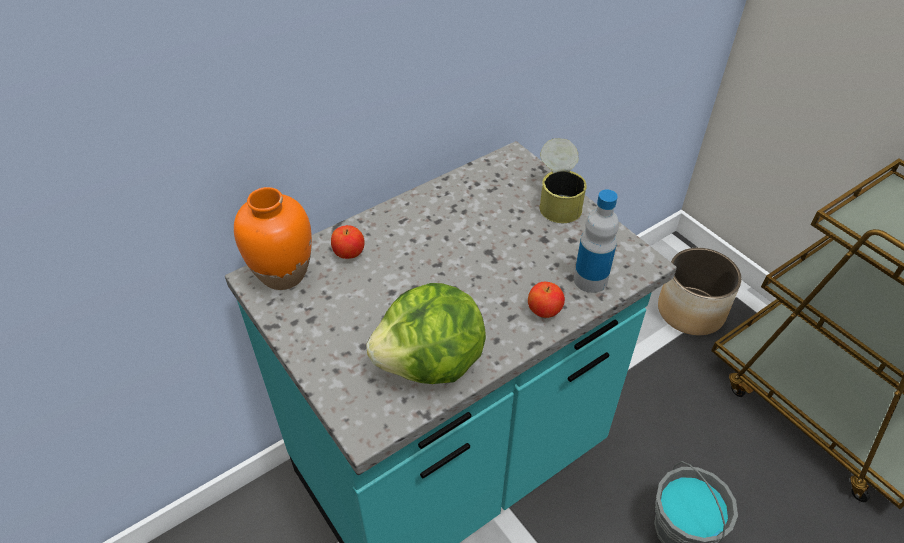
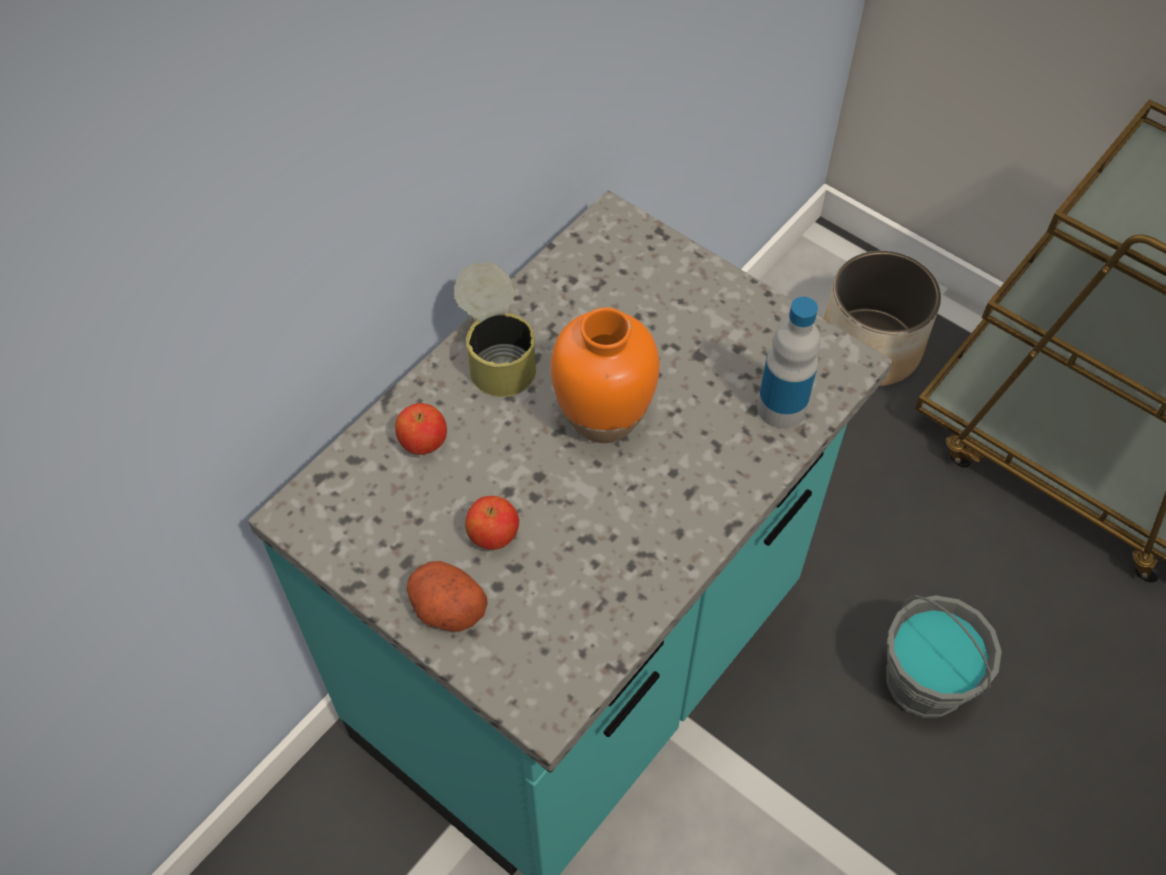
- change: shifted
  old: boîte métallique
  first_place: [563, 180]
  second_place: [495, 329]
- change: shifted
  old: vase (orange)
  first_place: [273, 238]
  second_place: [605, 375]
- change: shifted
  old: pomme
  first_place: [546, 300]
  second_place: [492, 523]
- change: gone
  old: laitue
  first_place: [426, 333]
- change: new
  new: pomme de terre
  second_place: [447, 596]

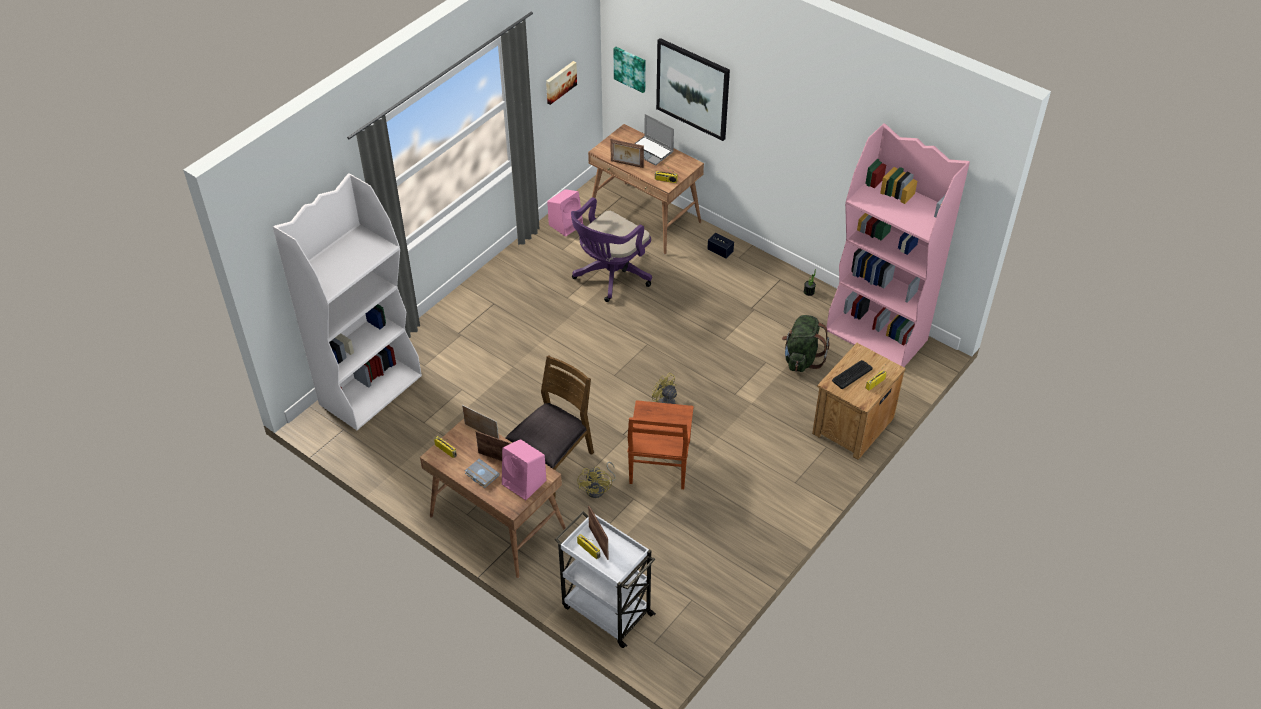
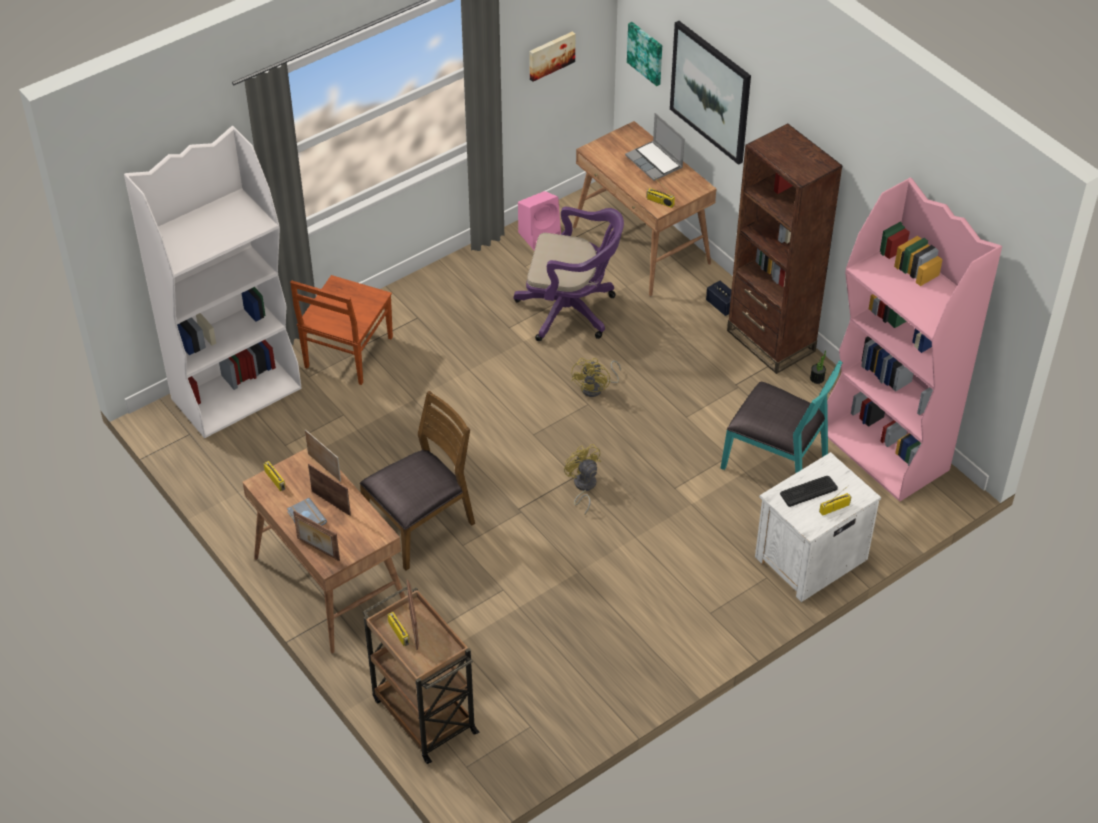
- change: shifted
  old: cadre photo
  first_place: [627, 153]
  second_place: [316, 536]
- change: rotated
  old: chaise de bureau (violet)
  first_place: [611, 249]
  second_place: [569, 274]
  degrees: -135
- change: swapped
  old: sac à dos (vert)
  new: chaise (turquoise)
  first_place: [805, 343]
  second_place: [782, 416]
- change: repainted
  old: table de chevet (marron)
  new: table de chevet (blanc)
  first_place: [859, 401]
  second_place: [818, 527]
- change: shifted
  old: chaise (marron)
  first_place: [661, 444]
  second_place: [341, 330]
- change: gone
  old: enceinte (rose)
  first_place: [524, 469]
- change: shifted
  old: ventilateur (jaune)
  first_place: [596, 480]
  second_place: [596, 377]
- change: repainted
  old: chariot (blanc)
  new: chariot (marron)
  first_place: [605, 579]
  second_place: [421, 675]
- change: new
  new: bibliothèque (marron)
  second_place: [785, 248]

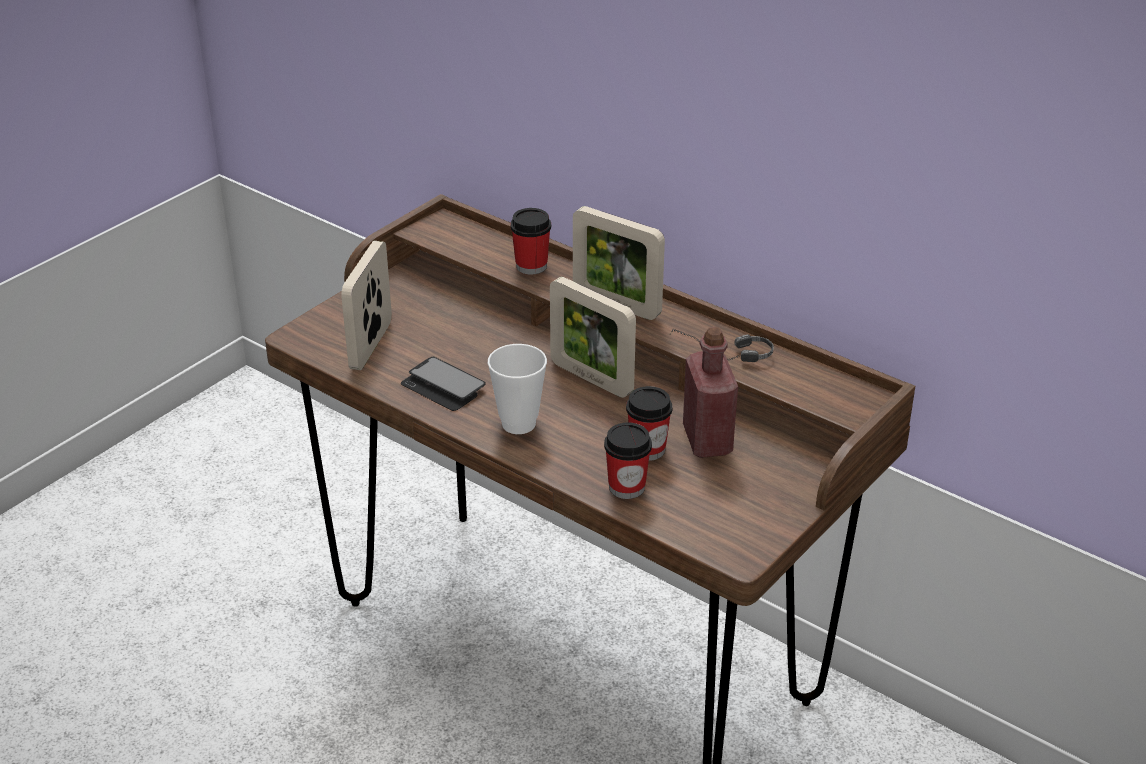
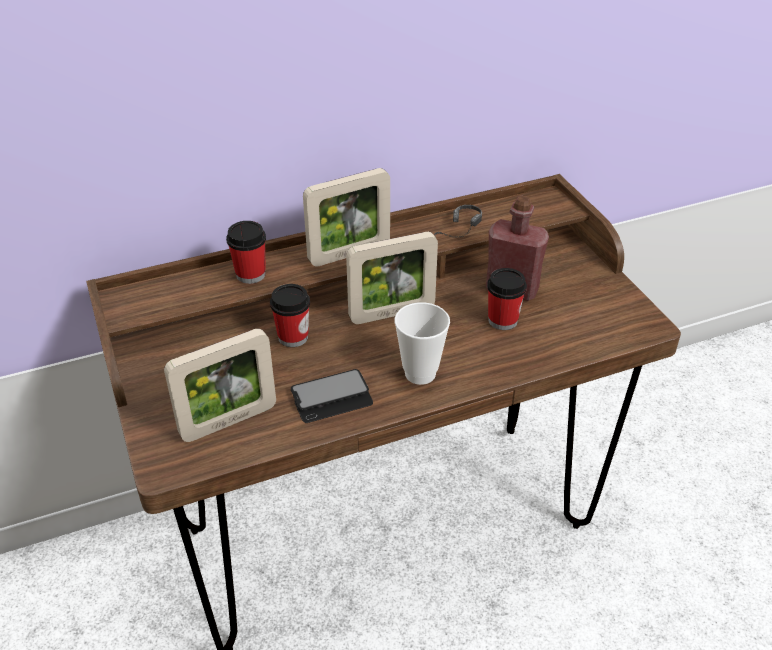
- change: rotated
  old: cadre photo
  first_place: [366, 305]
  second_place: [220, 385]
  degrees: -75
- change: shifted
  old: tasse
  first_place: [628, 460]
  second_place: [290, 315]

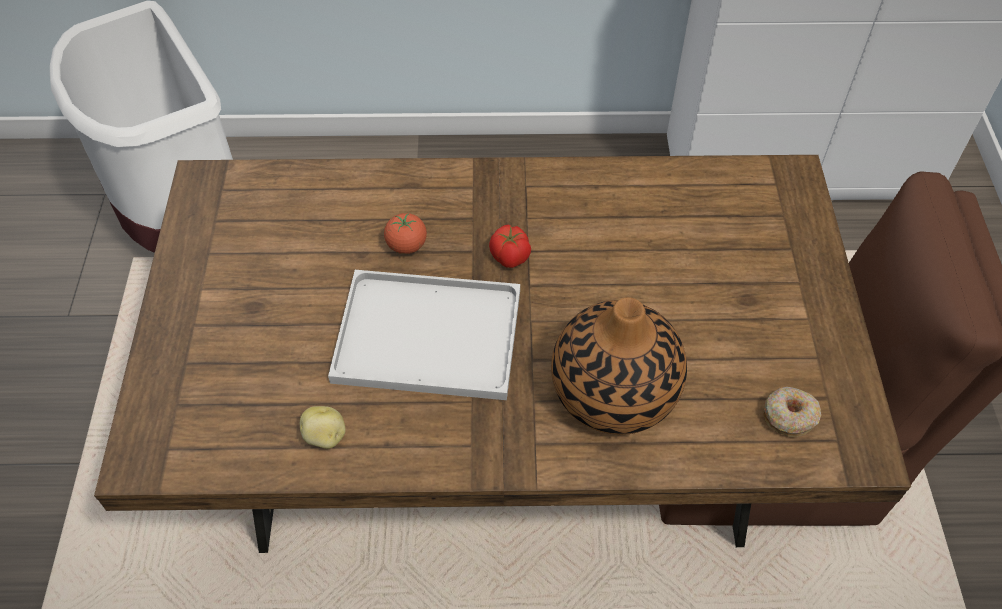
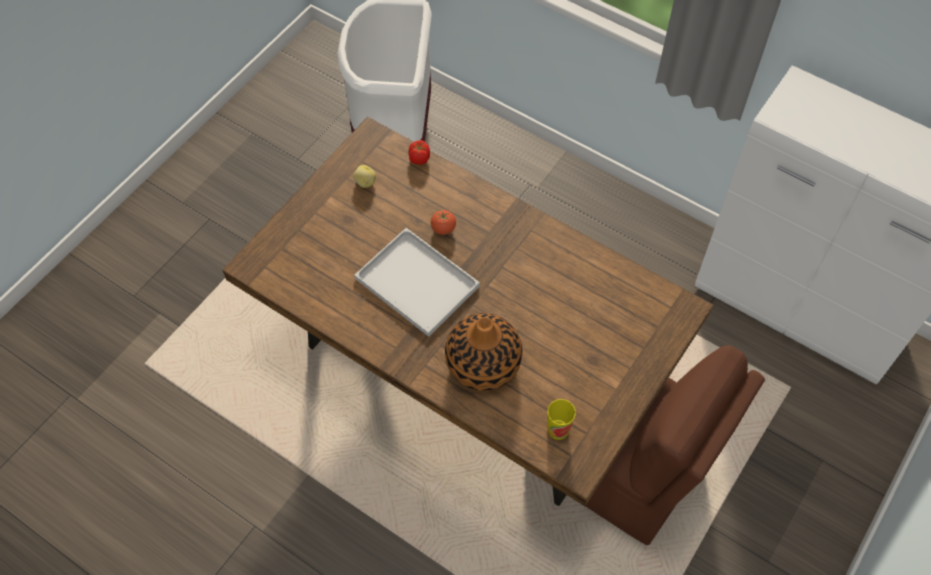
- change: shifted
  old: tomate
  first_place: [510, 246]
  second_place: [419, 152]
- change: swapped
  old: beignet
  new: tasse
  first_place: [792, 412]
  second_place: [562, 419]
- change: shifted
  old: pomme de terre
  first_place: [323, 427]
  second_place: [364, 176]

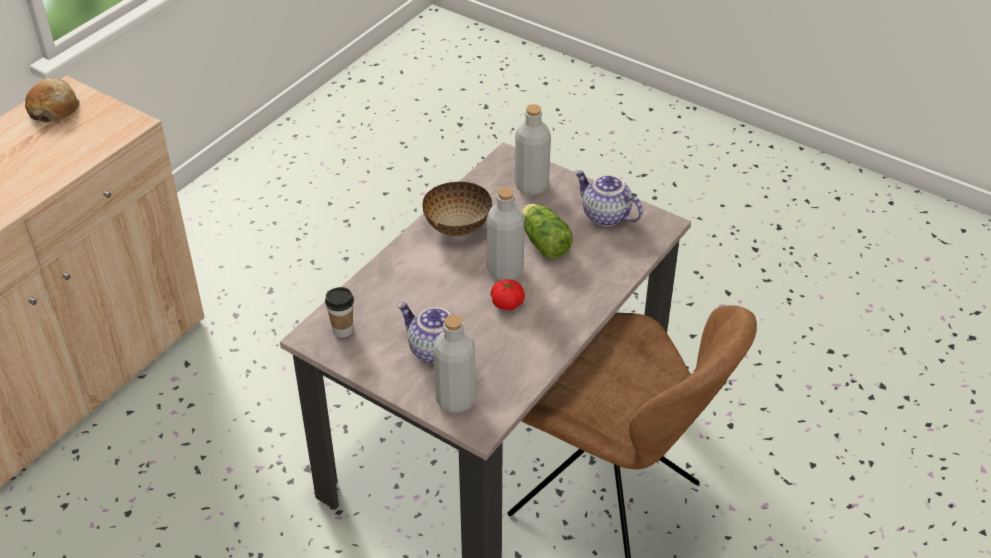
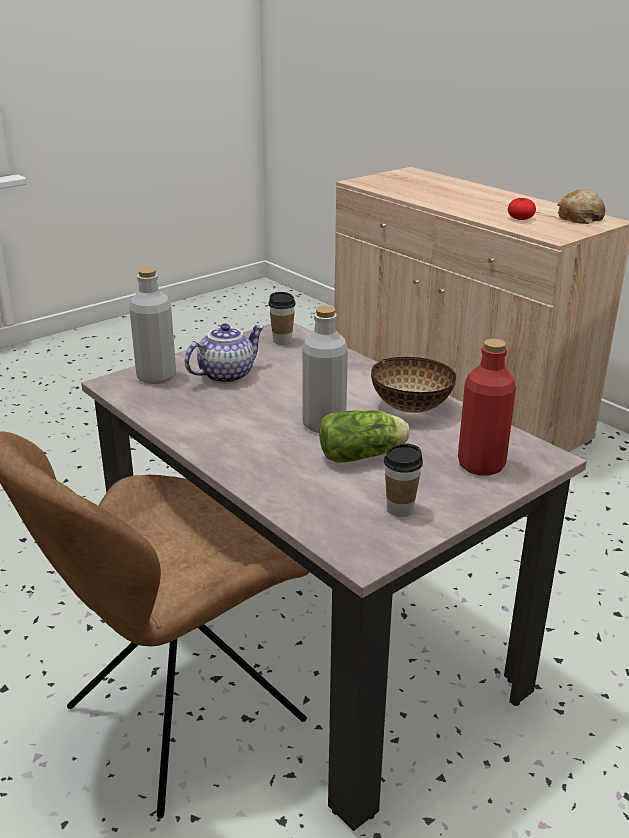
- change: repainted
  old: bouteille (gris)
  new: bouteille (rouge)
  first_place: [533, 149]
  second_place: [487, 407]
- change: swapped
  old: théière
  new: tasse
  first_place: [609, 198]
  second_place: [403, 480]
- change: shifted
  old: tomate
  first_place: [507, 295]
  second_place: [522, 209]

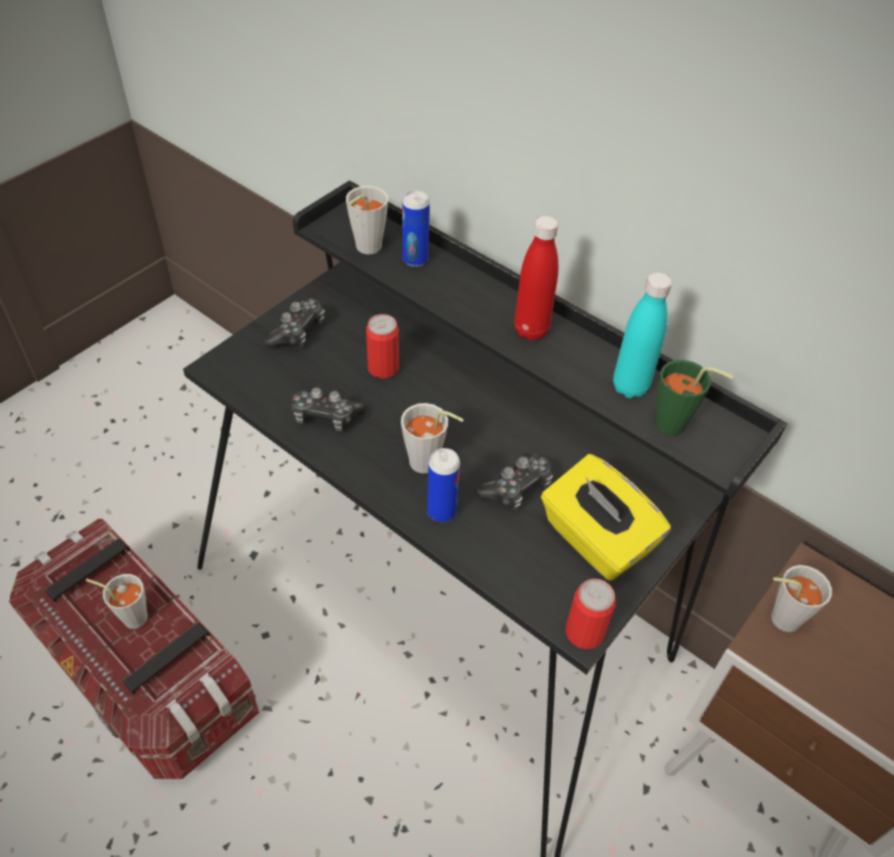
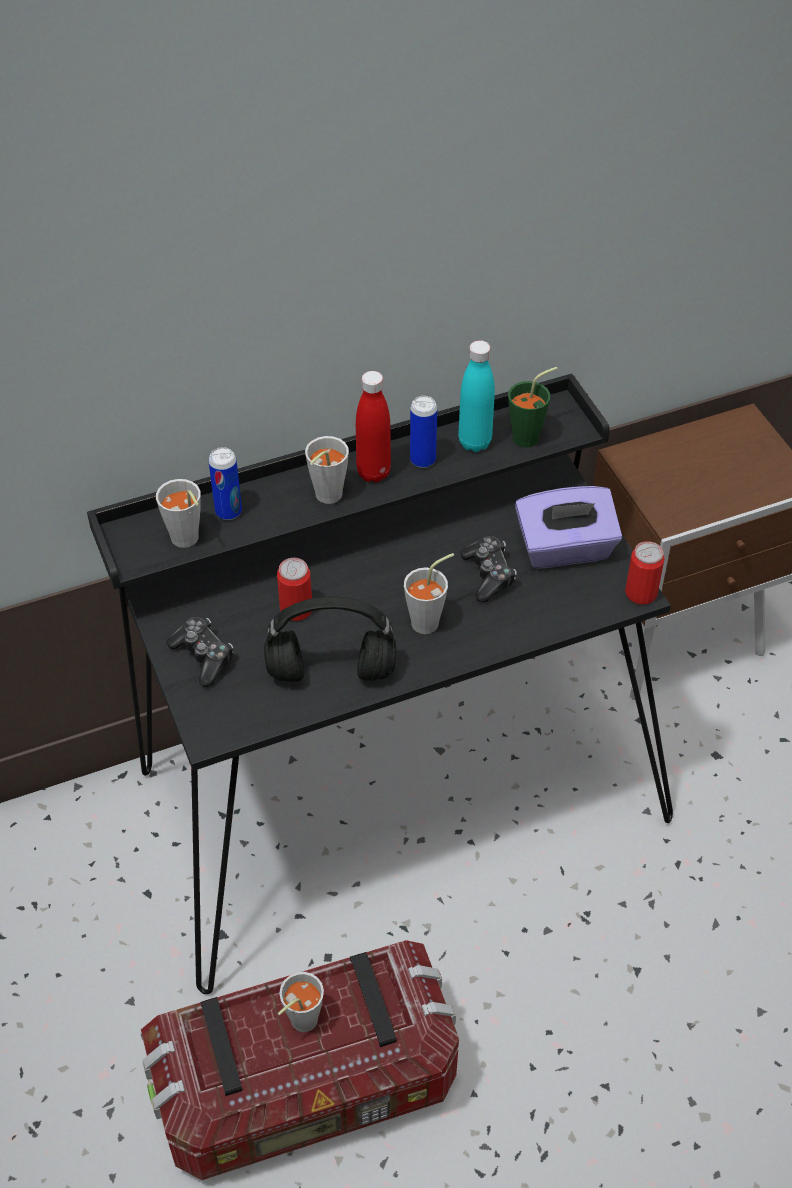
- change: swapped
  old: manette
  new: casque audio (noir)
  first_place: [328, 409]
  second_place: [330, 639]
- change: shifted
  old: boîte métallique
  first_place: [443, 485]
  second_place: [423, 432]
- change: repainted
  old: boîte à mouchoirs (jaune)
  new: boîte à mouchoirs (violet)
  first_place: [606, 517]
  second_place: [568, 527]
- change: shifted
  old: tasse (gris)
  first_place: [801, 598]
  second_place: [327, 470]

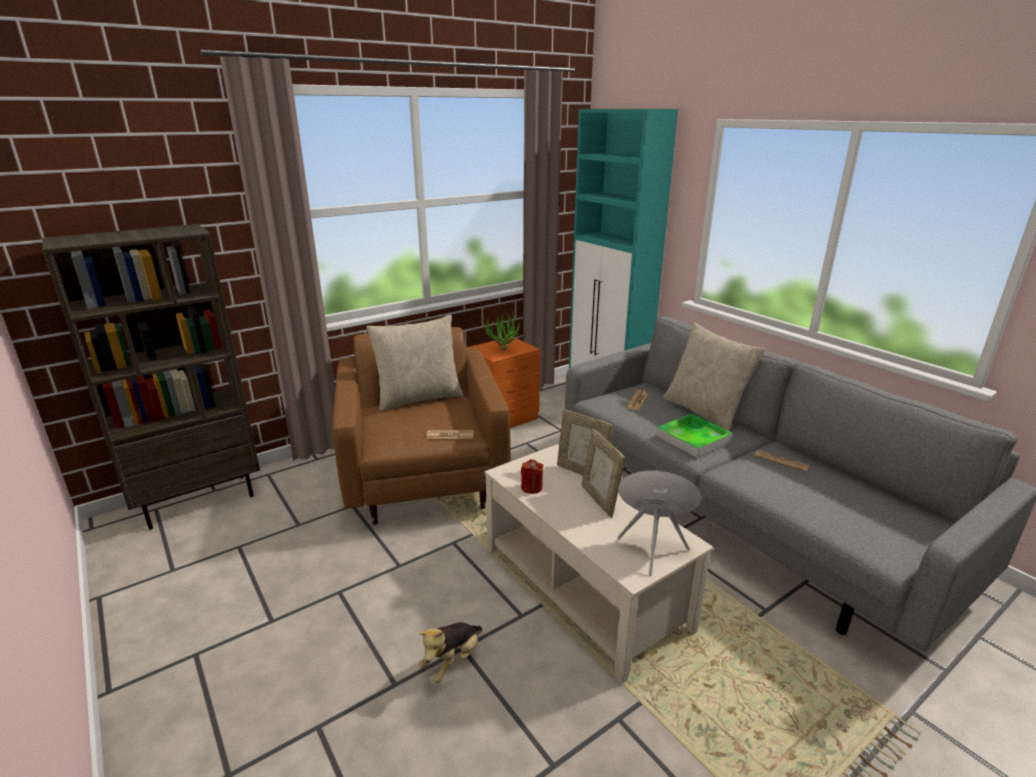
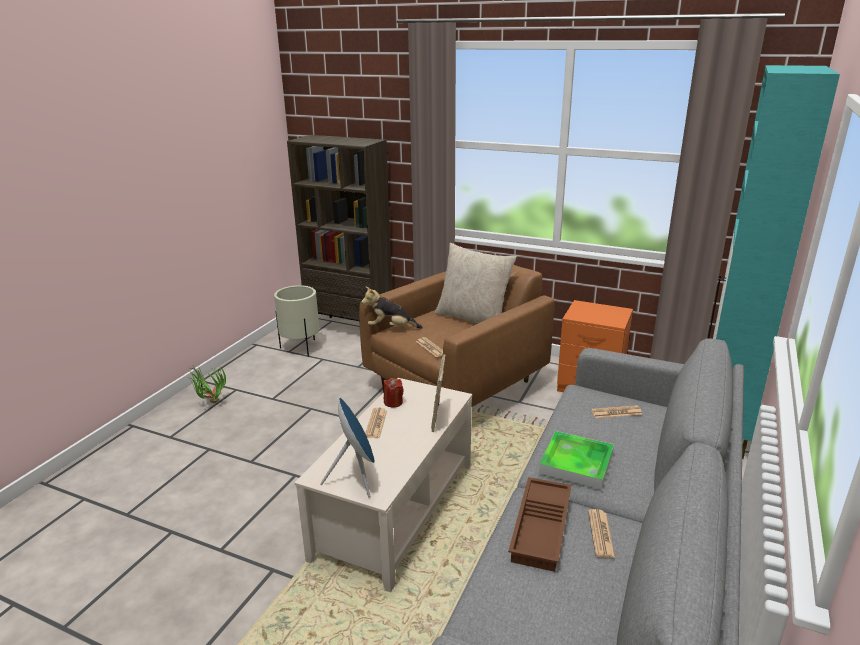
- change: shifted
  old: plante en pot
  first_place: [502, 329]
  second_place: [208, 384]
- change: gone
  old: coussin (beige)
  first_place: [714, 376]
- change: gone
  old: cadre photo
  first_place: [603, 473]
- change: shifted
  old: peluche
  first_place: [450, 652]
  second_place: [392, 307]
- change: new
  new: cache-pot (beige)
  second_place: [296, 321]
- change: new
  new: journal
  second_place: [376, 422]
- change: new
  new: plateau (marron)
  second_place: [540, 524]

